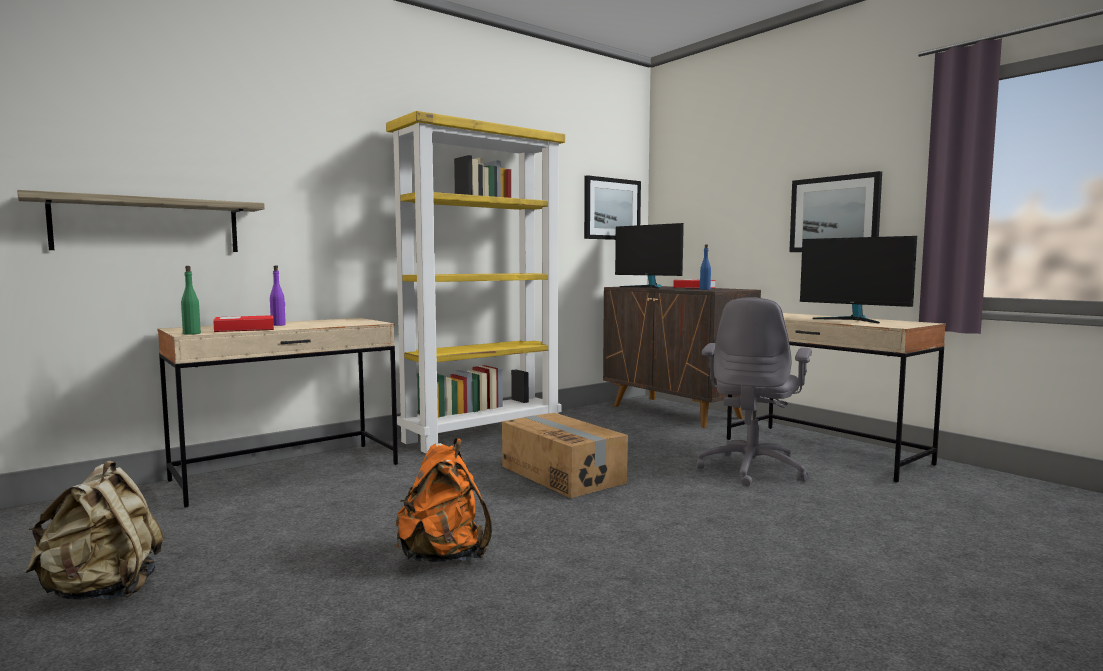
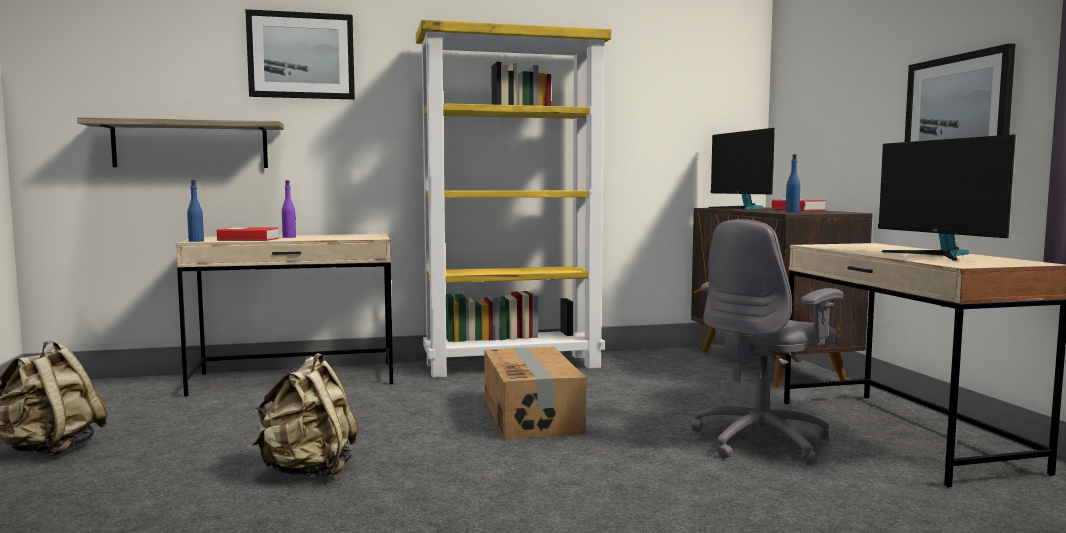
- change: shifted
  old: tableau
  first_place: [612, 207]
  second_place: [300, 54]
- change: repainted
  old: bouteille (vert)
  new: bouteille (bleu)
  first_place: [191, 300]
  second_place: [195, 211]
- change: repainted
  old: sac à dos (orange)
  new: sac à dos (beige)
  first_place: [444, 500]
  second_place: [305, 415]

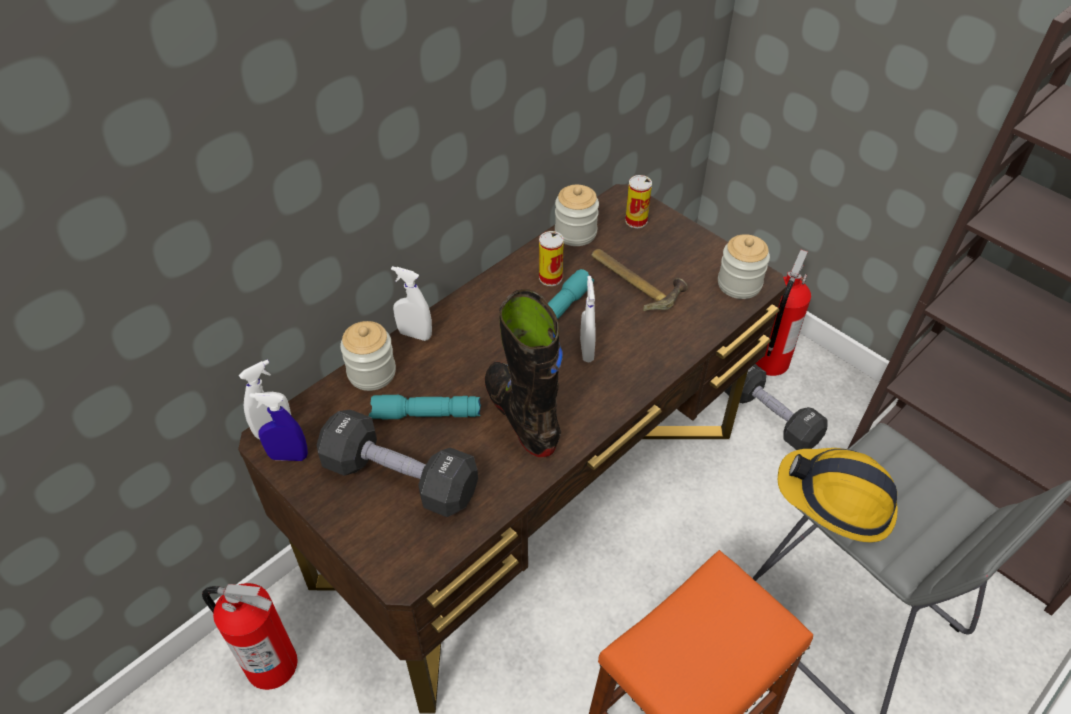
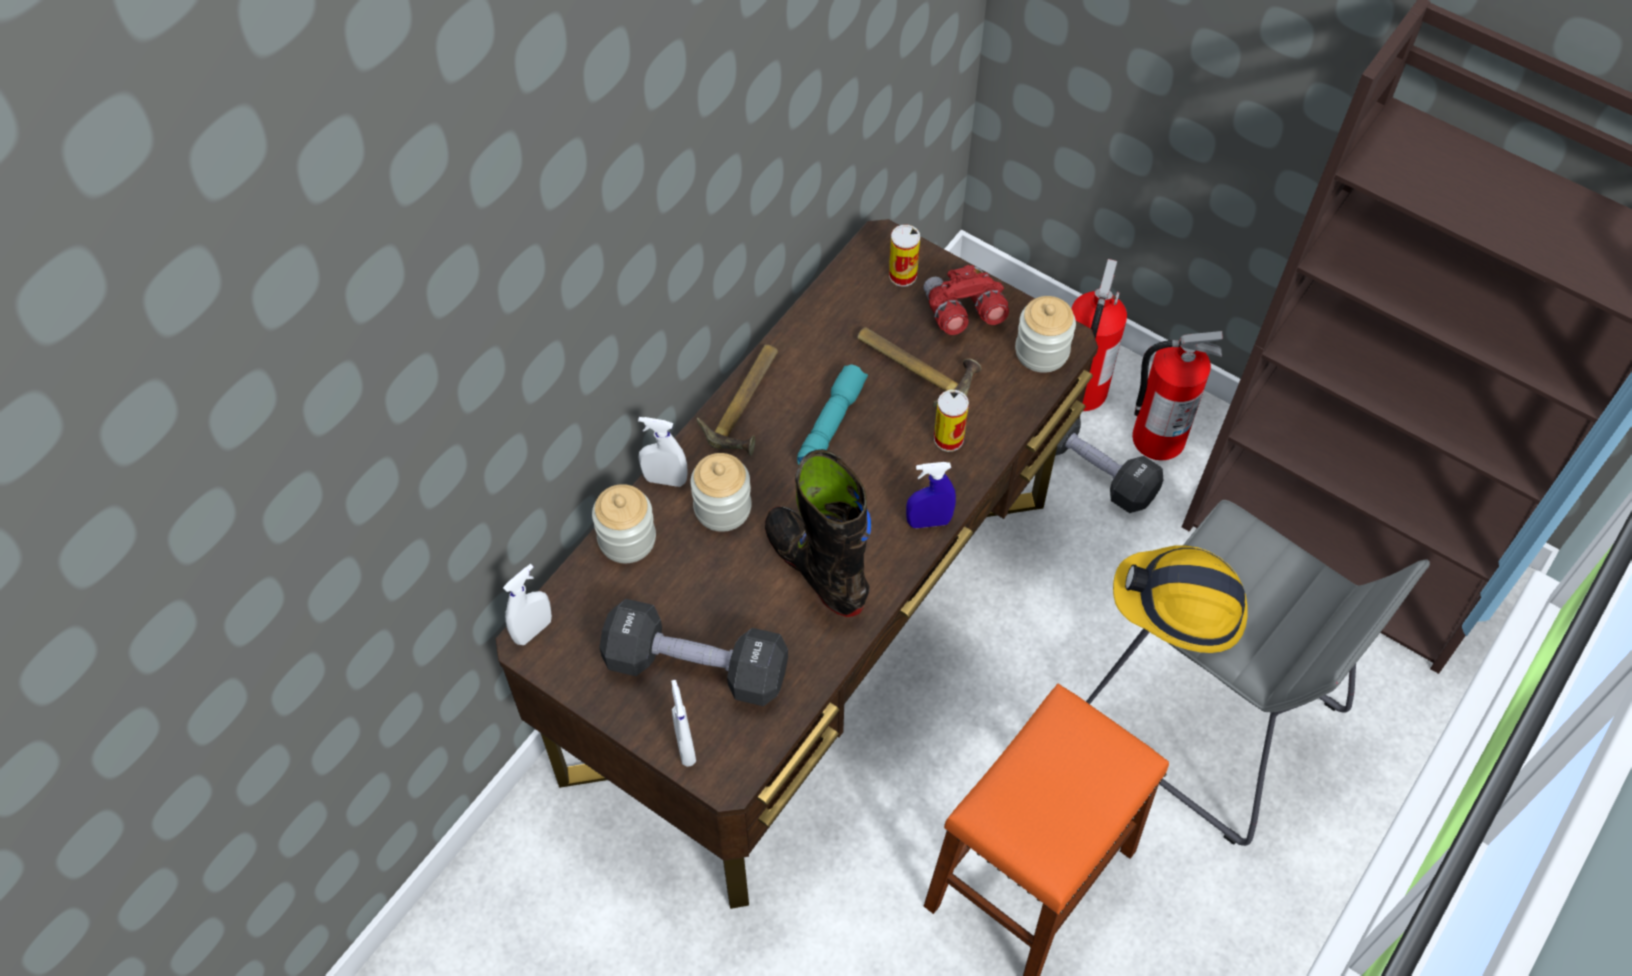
- change: shifted
  old: bocal
  first_place: [577, 215]
  second_place: [721, 492]
- change: shifted
  old: boîte métallique
  first_place: [551, 258]
  second_place: [951, 421]
- change: shifted
  old: vaporisateur (blanc)
  first_place: [588, 319]
  second_place: [683, 723]
- change: shifted
  old: vaporisateur (bleu)
  first_place: [278, 427]
  second_place: [931, 495]
- change: gone
  old: lampe de poche (turquoise)
  first_place: [425, 407]
- change: shifted
  old: extincteur
  first_place: [249, 636]
  second_place: [1177, 395]
- change: new
  new: jumelles (rouge)
  second_place: [966, 300]
- change: new
  new: marteau
  second_place: [737, 400]

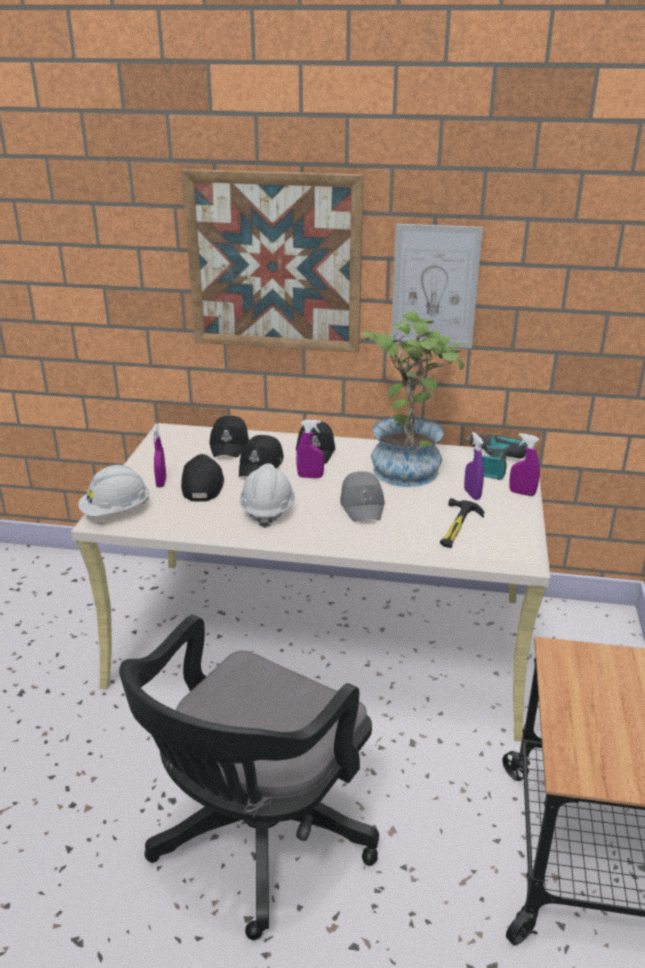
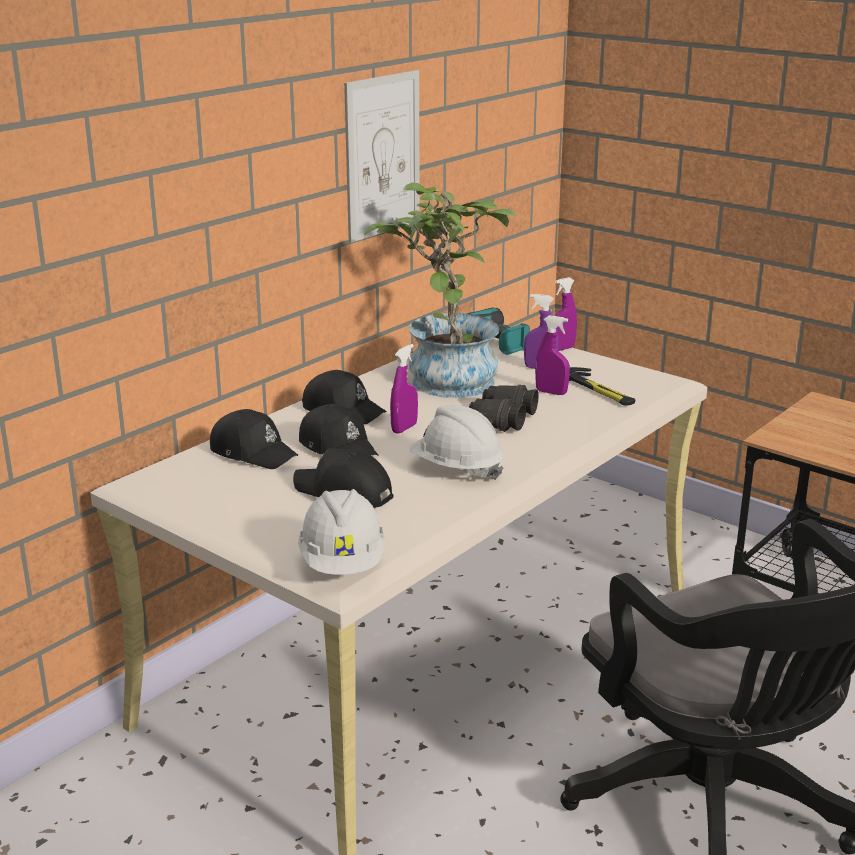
- change: gone
  old: tableau
  first_place: [272, 261]
- change: shifted
  old: vaporisateur (violet)
  first_place: [159, 455]
  second_place: [552, 355]
- change: swapped
  old: casquette (gris)
  new: jumelles (noir)
  first_place: [362, 496]
  second_place: [503, 408]

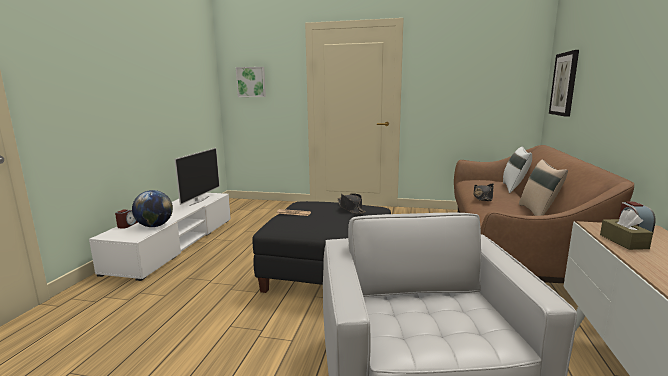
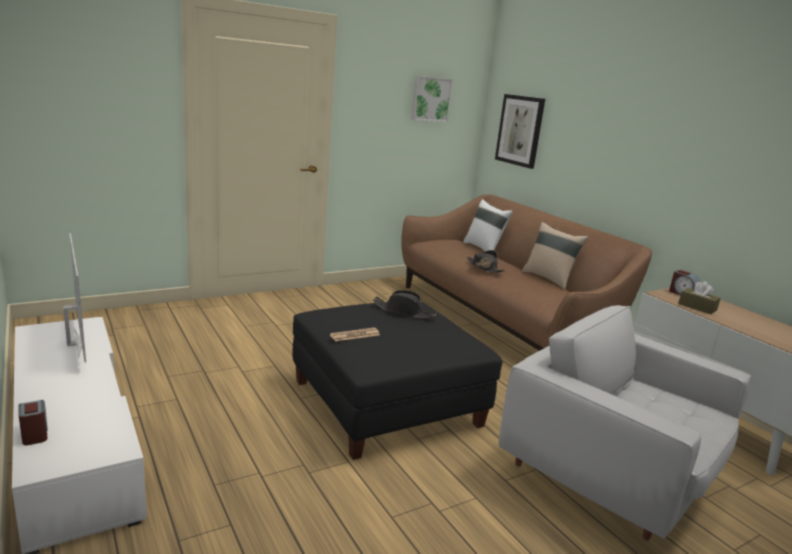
- change: shifted
  old: tableau
  first_place: [251, 82]
  second_place: [432, 99]
- change: gone
  old: globe
  first_place: [152, 208]

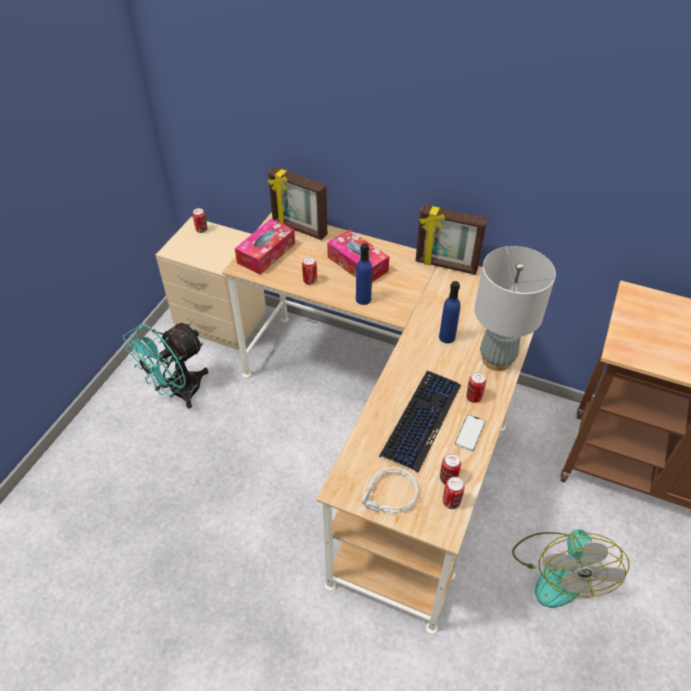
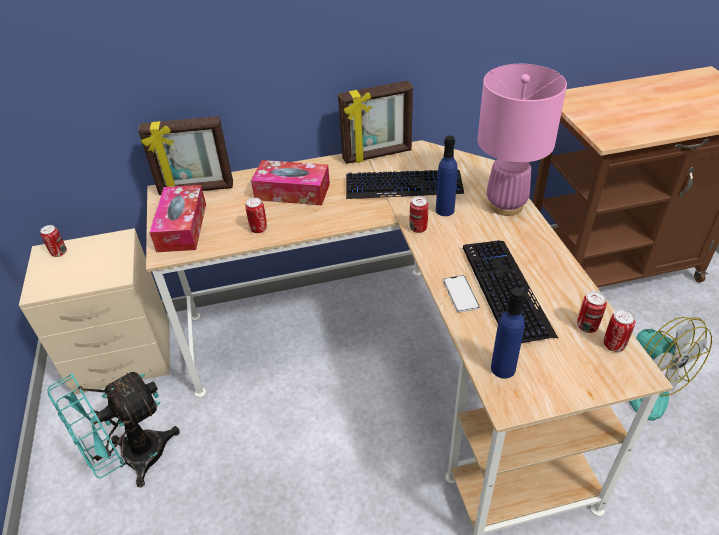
- change: shifted
  old: bouteille (bleu)
  first_place: [364, 274]
  second_place: [508, 333]
- change: repainted
  old: lampe de table (gris)
  new: lampe de table (rose)
  first_place: [515, 308]
  second_place: [522, 140]
- change: rotated
  old: ventilateur (turquoise)
  first_place: [165, 366]
  second_place: [113, 429]
  degrees: 45
- change: shifted
  old: boîte métallique
  first_place: [476, 387]
  second_place: [419, 214]
- change: shifted
  old: téléphone
  first_place: [470, 432]
  second_place: [461, 294]
- change: gone
  old: casque audio (gris)
  first_place: [390, 491]
- change: new
  new: clavier
  second_place: [405, 184]

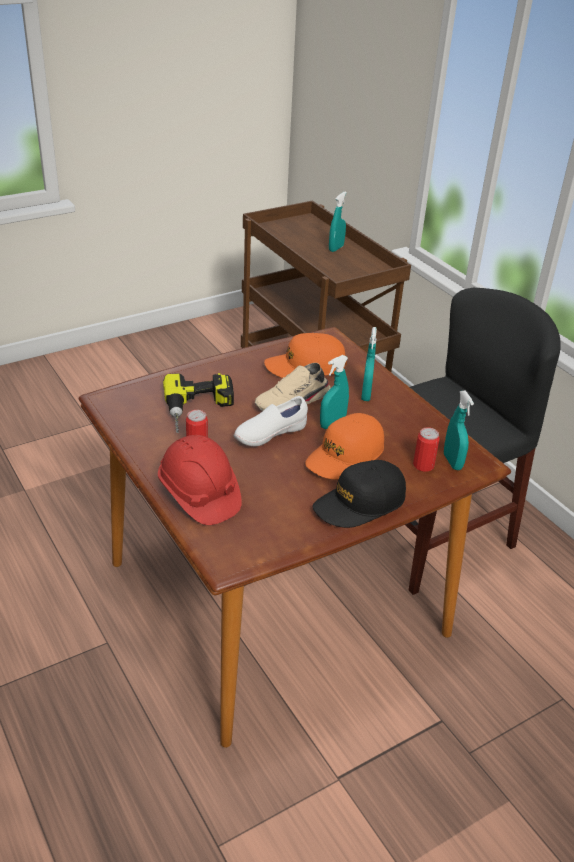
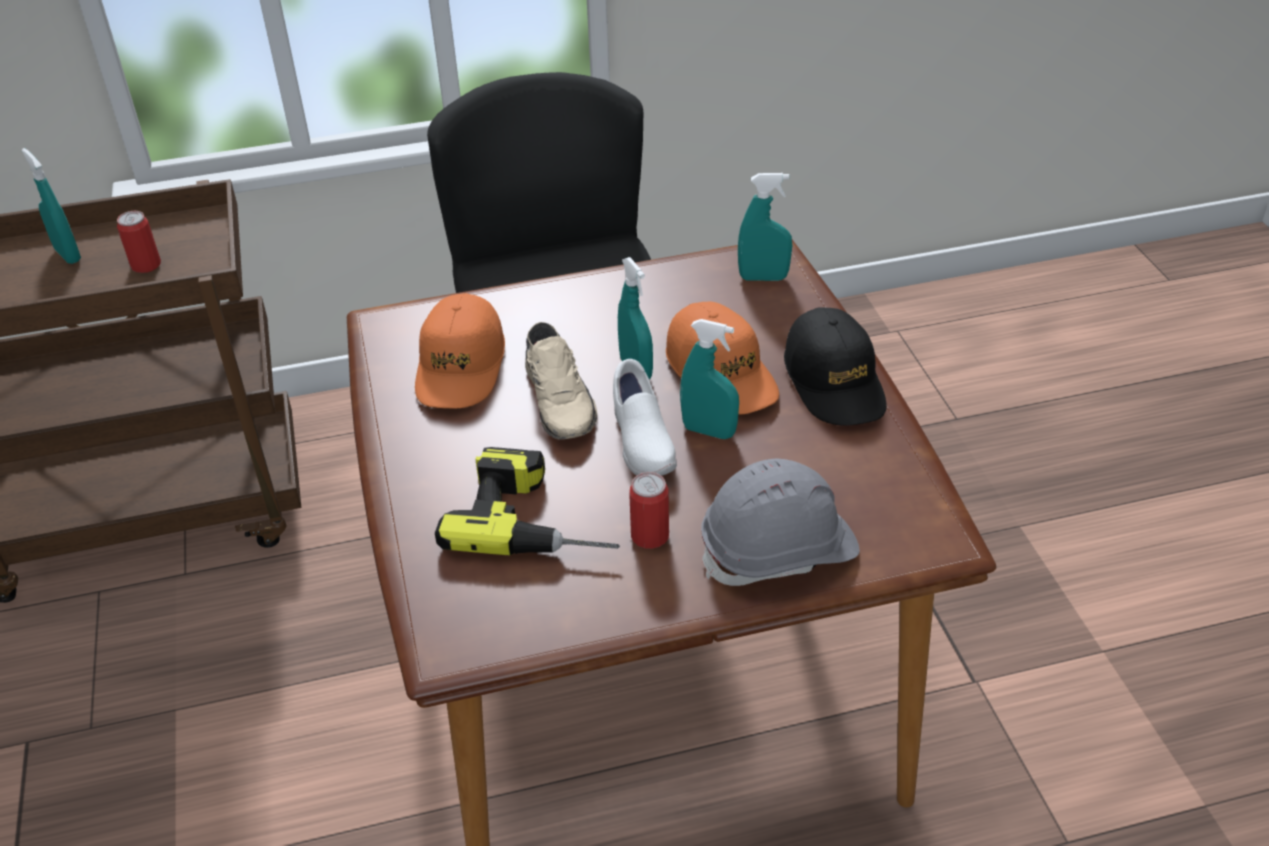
- change: shifted
  old: vaporisateur (turquoise)
  first_place: [369, 364]
  second_place: [709, 379]
- change: shifted
  old: boîte métallique
  first_place: [426, 449]
  second_place: [139, 242]
- change: repainted
  old: casque de chantier (rouge)
  new: casque de chantier (gris)
  first_place: [200, 480]
  second_place: [780, 522]

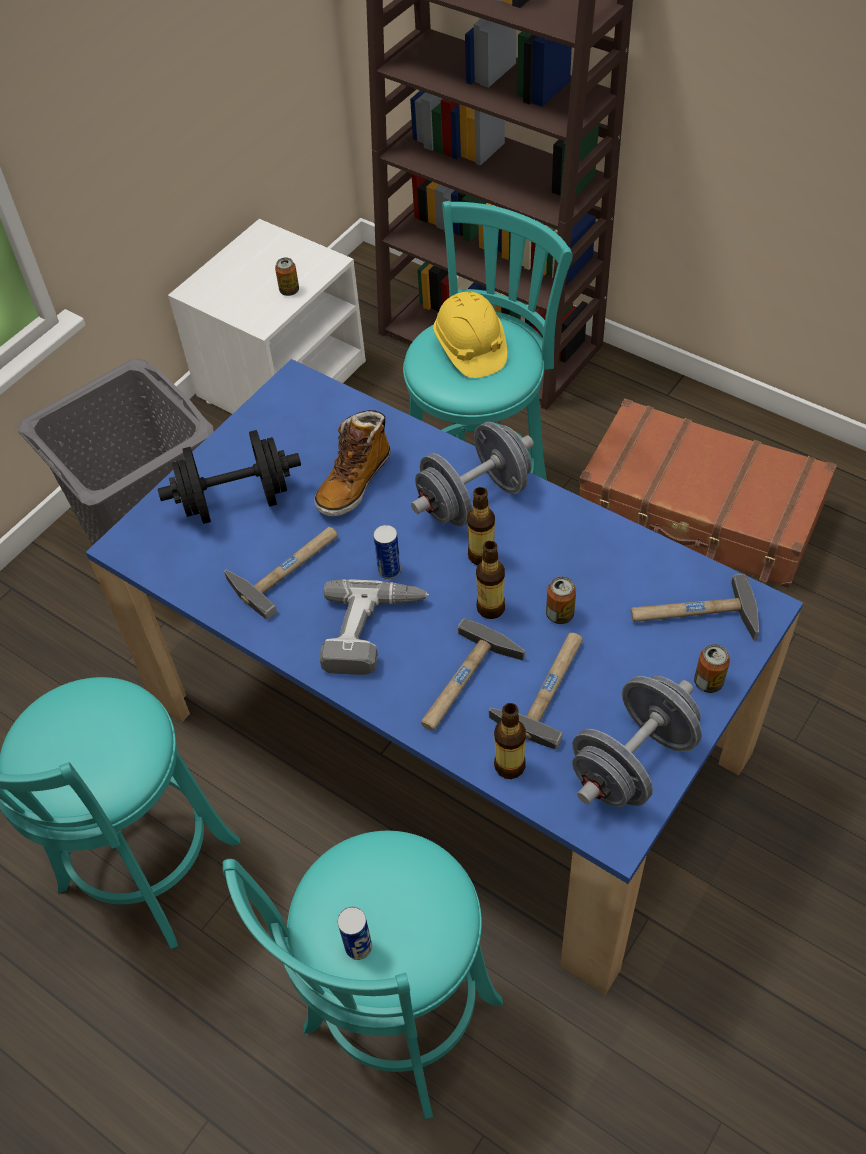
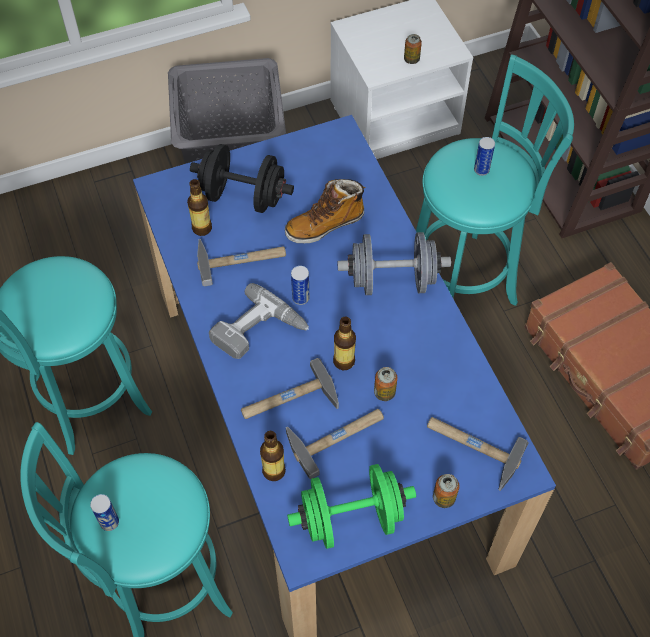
- change: swapped
  old: casque de chantier (jaune)
  new: boîte métallique
  first_place: [470, 335]
  second_place: [484, 156]
- change: shifted
  old: bouteille
  first_place: [481, 526]
  second_place: [199, 207]
- change: repainted
  old: haltère (gris)
  new: haltère (vert)
  first_place: [637, 741]
  second_place: [351, 506]

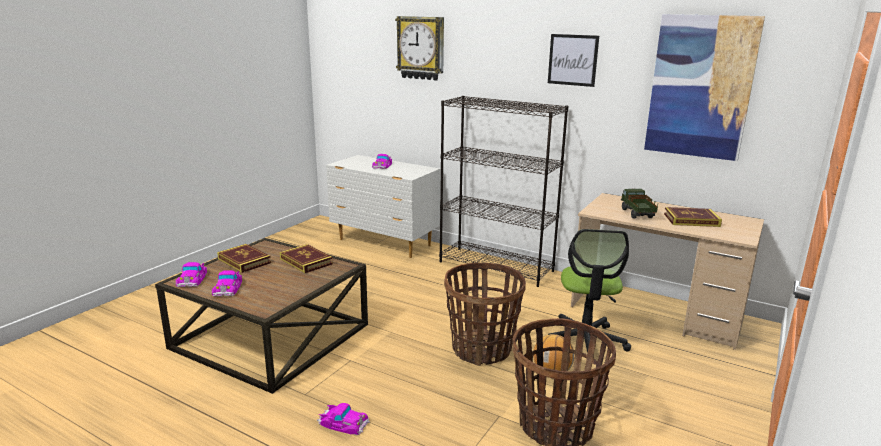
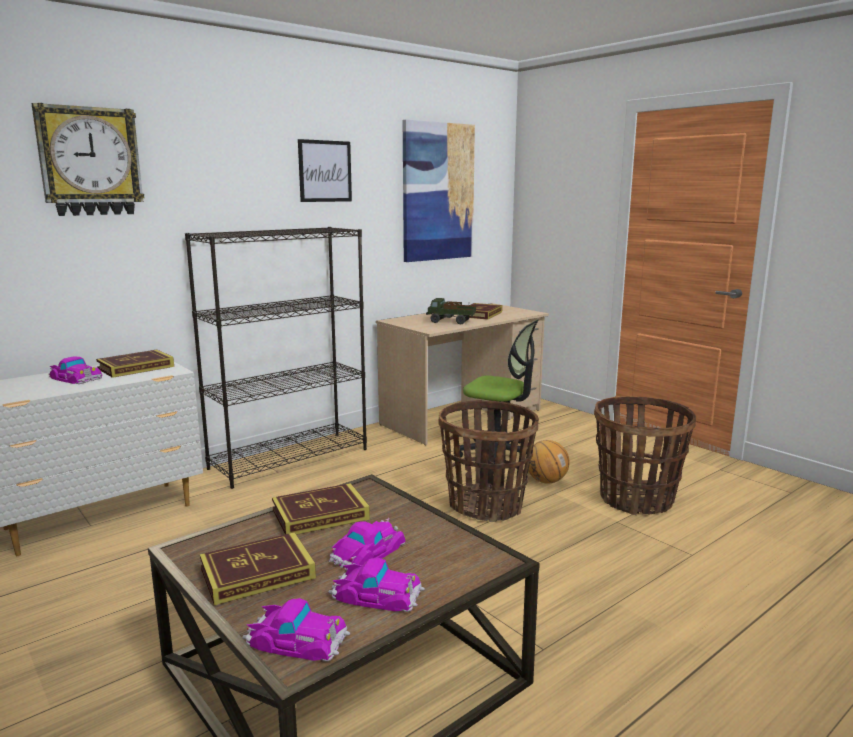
- change: shifted
  old: petite voiture
  first_place: [343, 419]
  second_place: [367, 544]
- change: new
  new: livre
  second_place: [135, 364]

